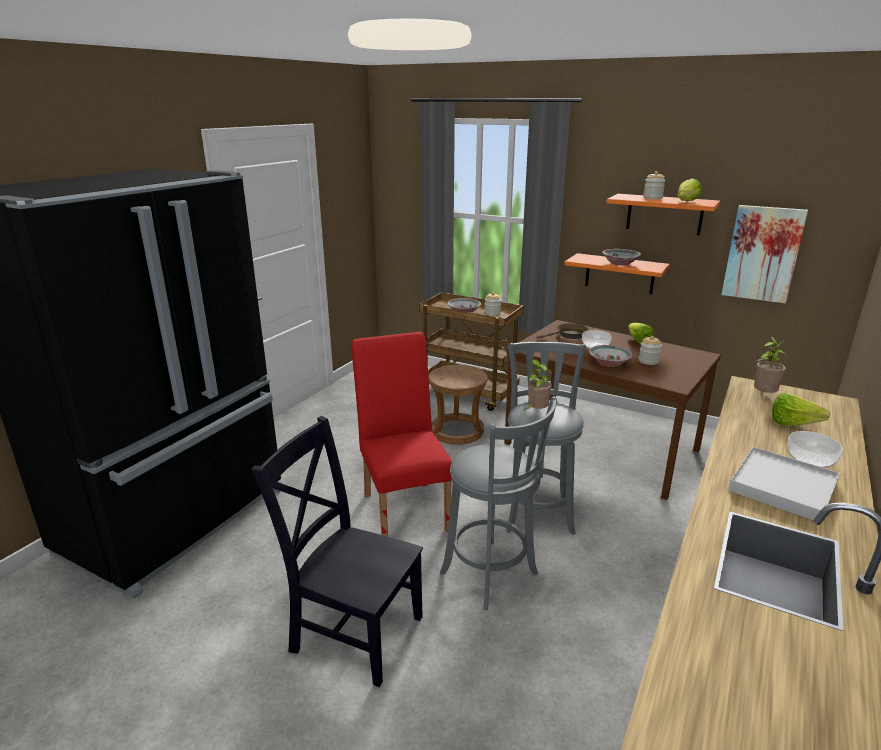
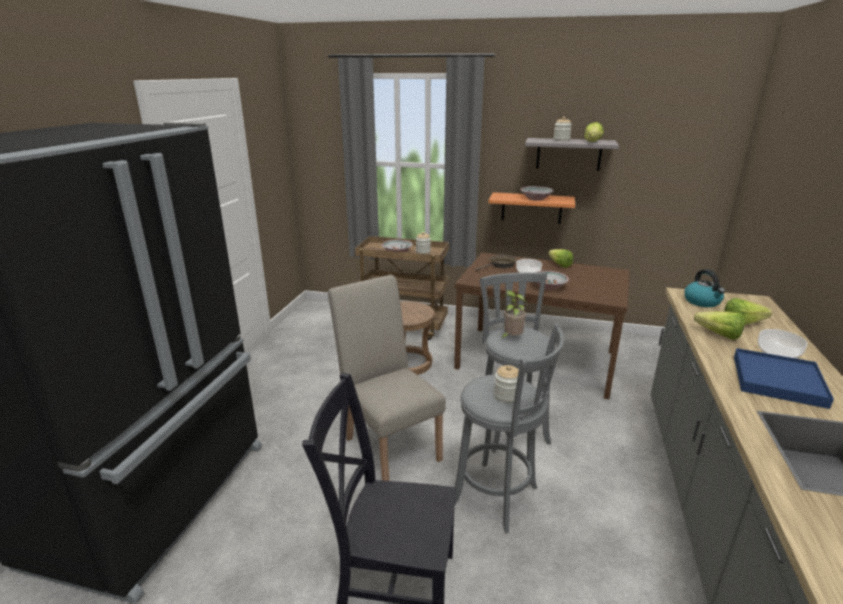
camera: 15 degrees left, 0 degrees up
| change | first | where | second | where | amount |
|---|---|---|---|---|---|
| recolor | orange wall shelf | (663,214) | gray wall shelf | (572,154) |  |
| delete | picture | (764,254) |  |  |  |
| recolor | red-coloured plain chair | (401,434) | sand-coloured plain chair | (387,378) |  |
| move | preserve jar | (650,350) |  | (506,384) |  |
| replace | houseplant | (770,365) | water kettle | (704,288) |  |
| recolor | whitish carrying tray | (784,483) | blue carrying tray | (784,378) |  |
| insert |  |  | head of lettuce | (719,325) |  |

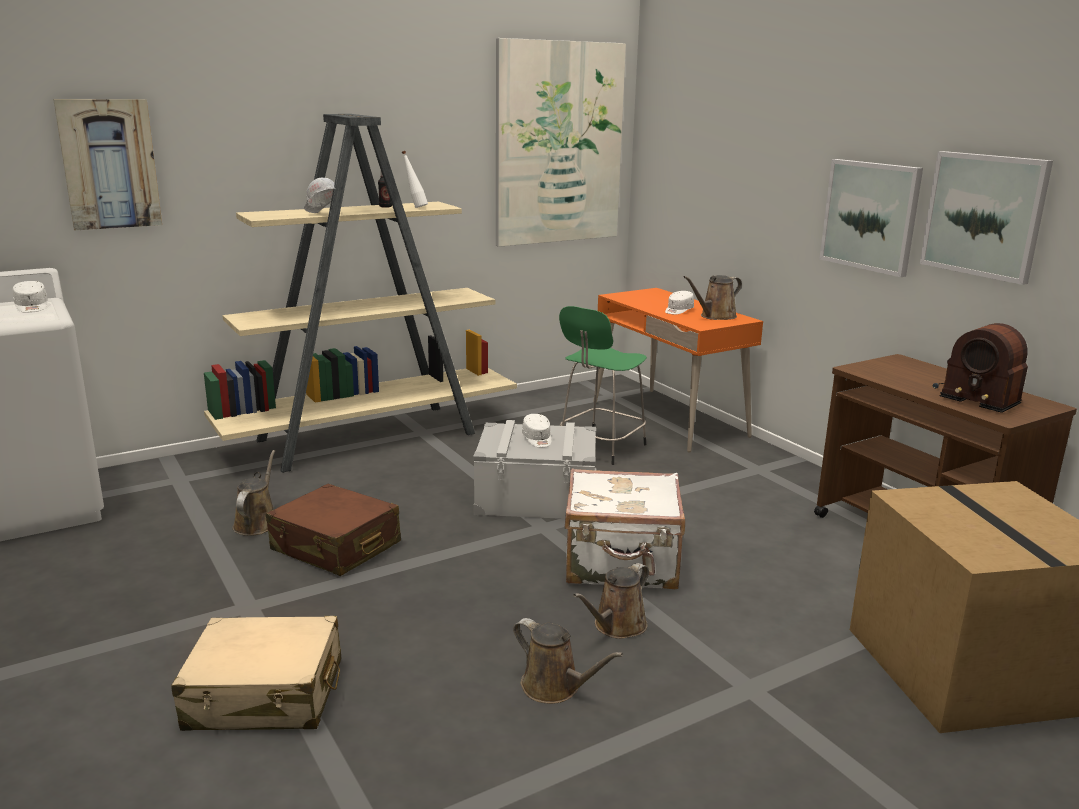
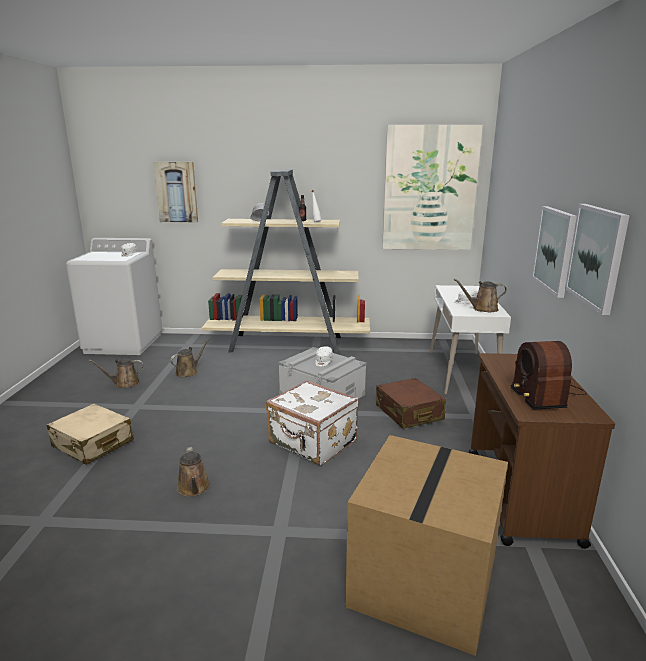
camera: 35 degrees right, 0 degrees up
| change | first | where | second | where | amount |
|---|---|---|---|---|---|
| recolor | orange desk unit | (678,370) | whitish desk unit | (470,340) |  |
| delete | green-coloured stool seat | (603,385) |  |  |  |
| move | brownish suitcase | (333,530) |  | (411,403) |  |
| move | brownish watering pot | (611,601) |  | (116,373) |  |

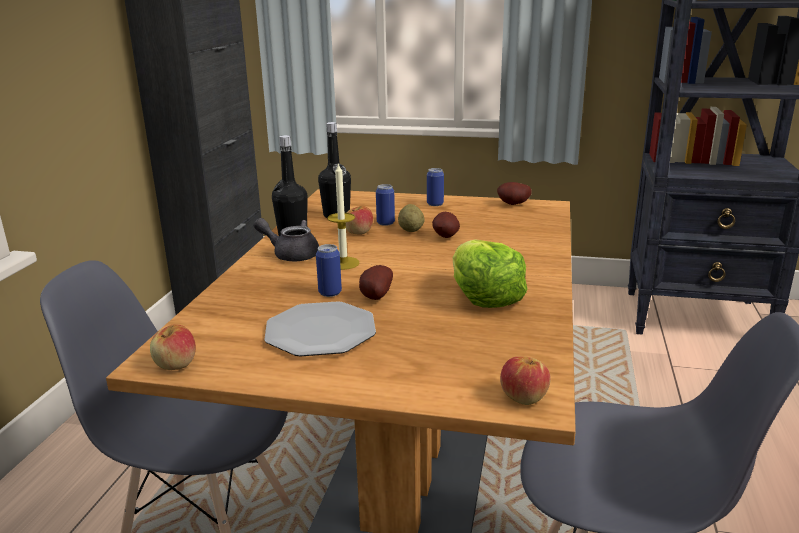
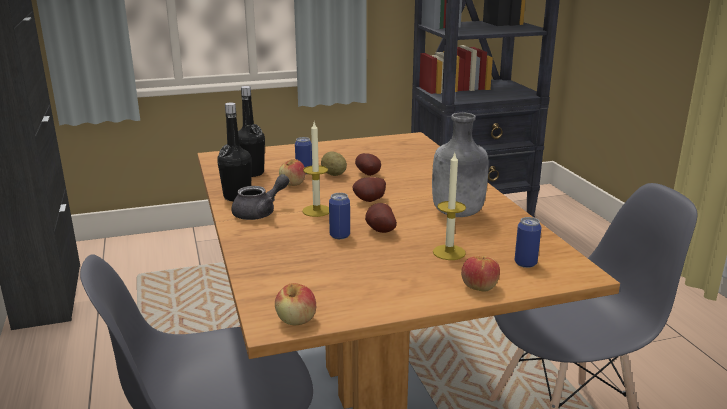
camera: 30 degrees left, 0 degrees up
| change | first | where | second | where | amount |
|---|---|---|---|---|---|
| move | can | (435,187) |  | (527,242) |  |
| move | whole potato | (514,193) |  | (369,189) |  |
| rotate | gray tea pot | (286,239) |  | (260,197) | 150 degrees clockwise |
| replace | head of lettuce | (490,273) | gray drink bottle | (460,164) |  |
| delete | dinner plate | (320,328) |  |  |  |
| move | apple | (525,381) |  | (480,274) |  |
| insert |  |  | candle | (449,205) |  |

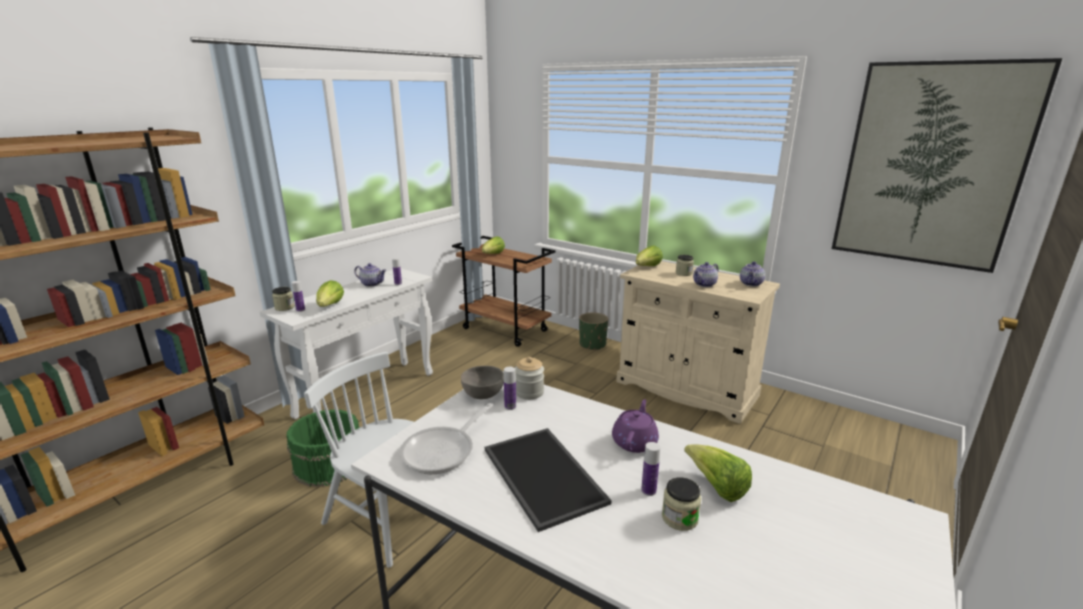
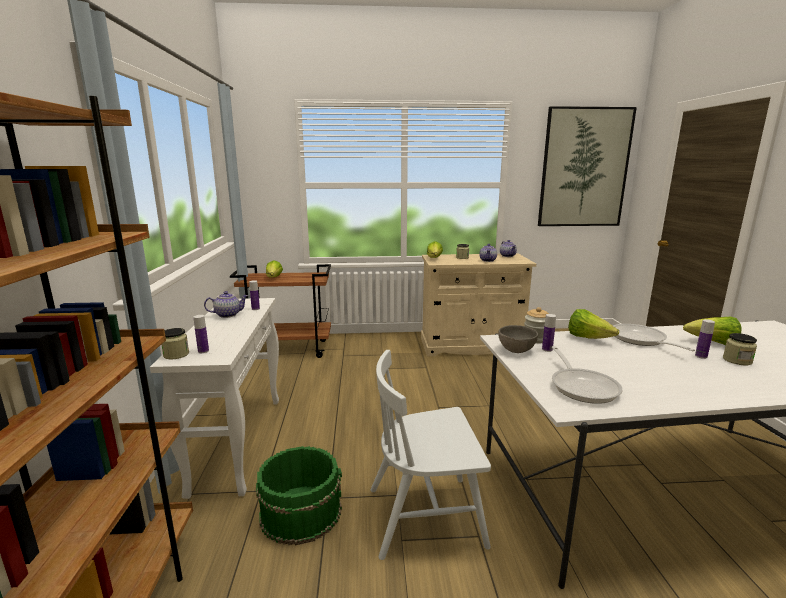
camera: 40 degrees left, 5 degrees down
| change | first | where | second | where | amount |
|---|---|---|---|---|---|
| move | head of lettuce | (330,293) |  | (593,324) |  |
| delete | green-coloured flower pot | (593,331) |  |  |  |
| replace | purplish tea pot | (635,426) | skillet | (654,337) |  |
| delete | carrying tray | (548,480) |  |  |  |

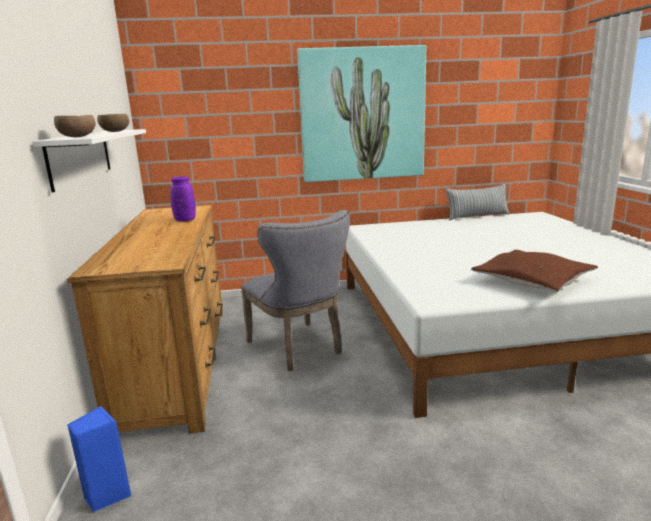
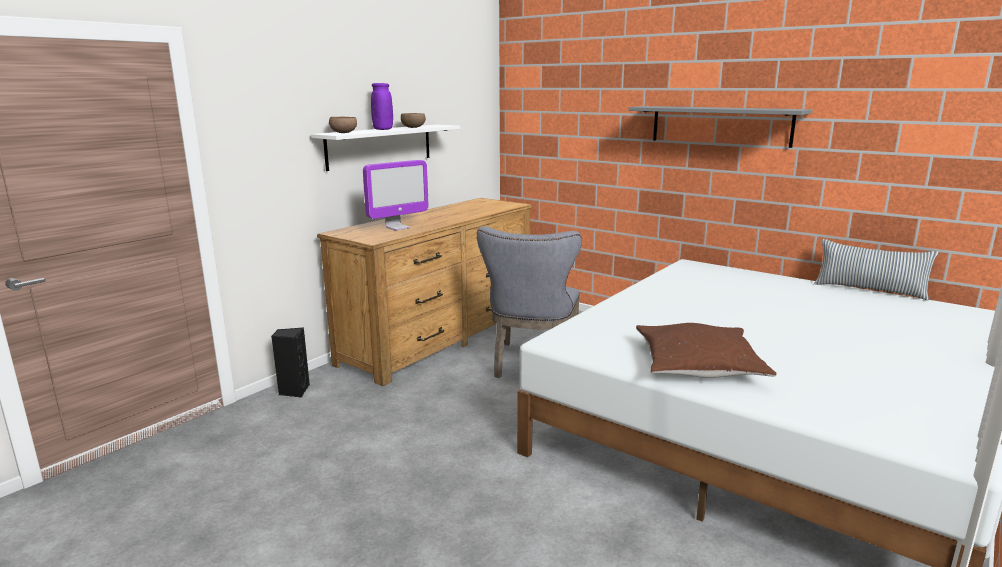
camera: 45 degrees right, 0 degrees up
| change | first | where | second | where | amount |
|---|---|---|---|---|---|
| replace | picture | (361,113) | gray wall shelf | (720,127) |  |
| move | purplish flower vase | (183,198) |  | (382,106) |  |
| recolor | blue audio speaker | (99,459) | black-coloured audio speaker | (290,362) |  |
| insert |  |  | computer screen | (395,195) |  |

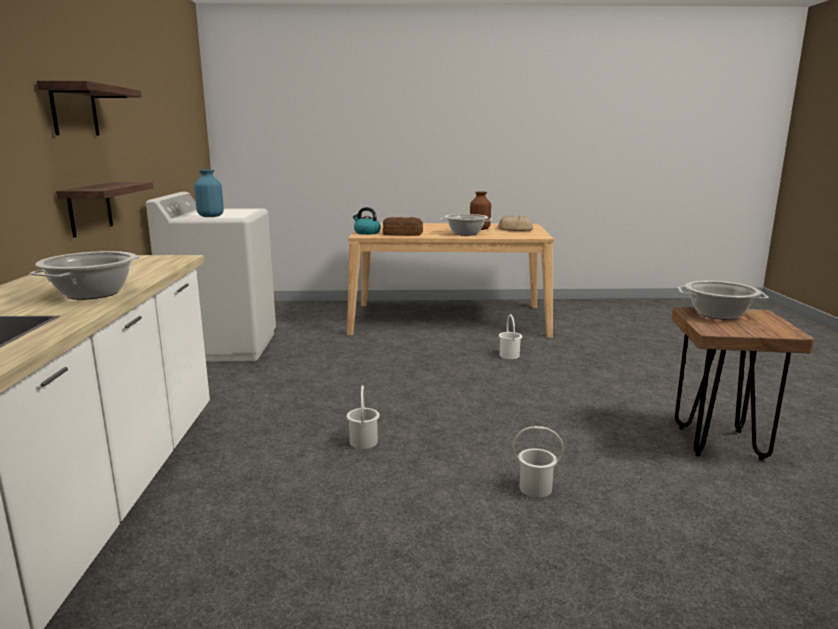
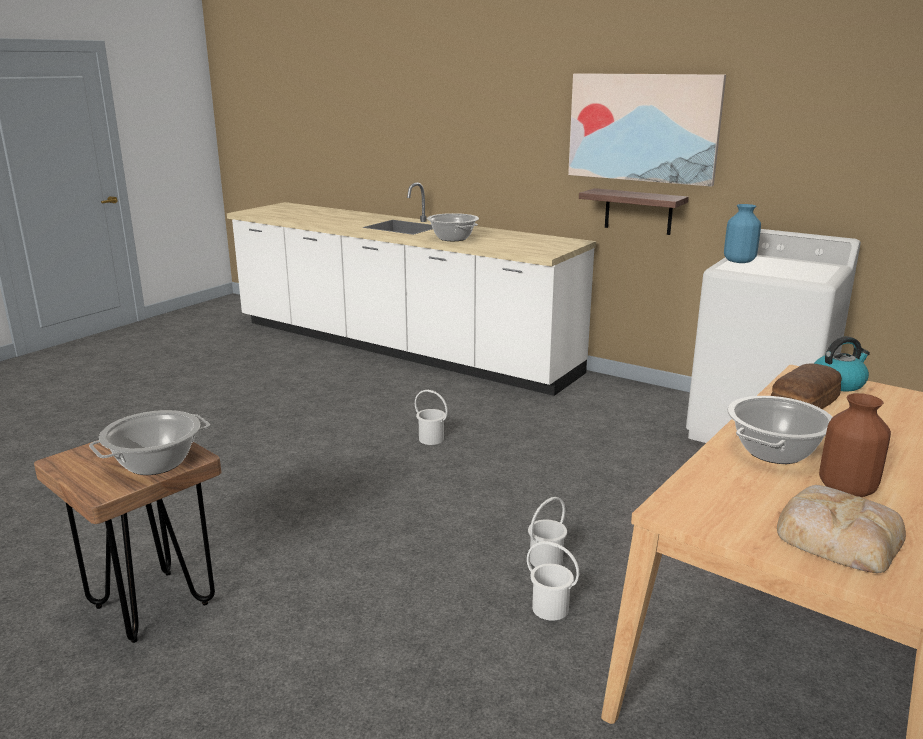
camera: 125 degrees right, 5 degrees up
| change | first | where | second | where | amount |
|---|---|---|---|---|---|
| replace | wall shelf | (89,108) | picture | (647,130) |  |
| move | whitish pail | (538,462) |  | (547,532) |  |

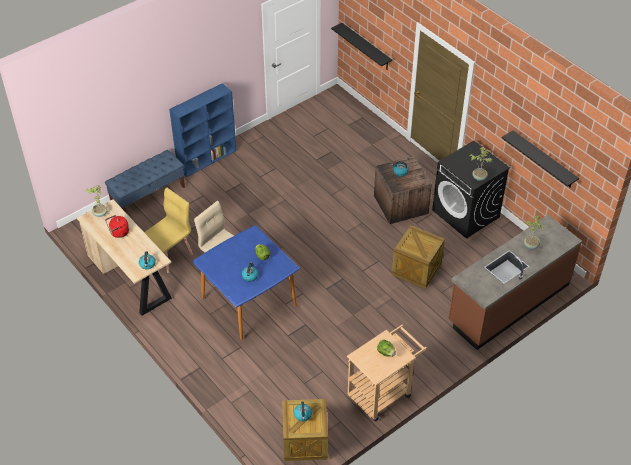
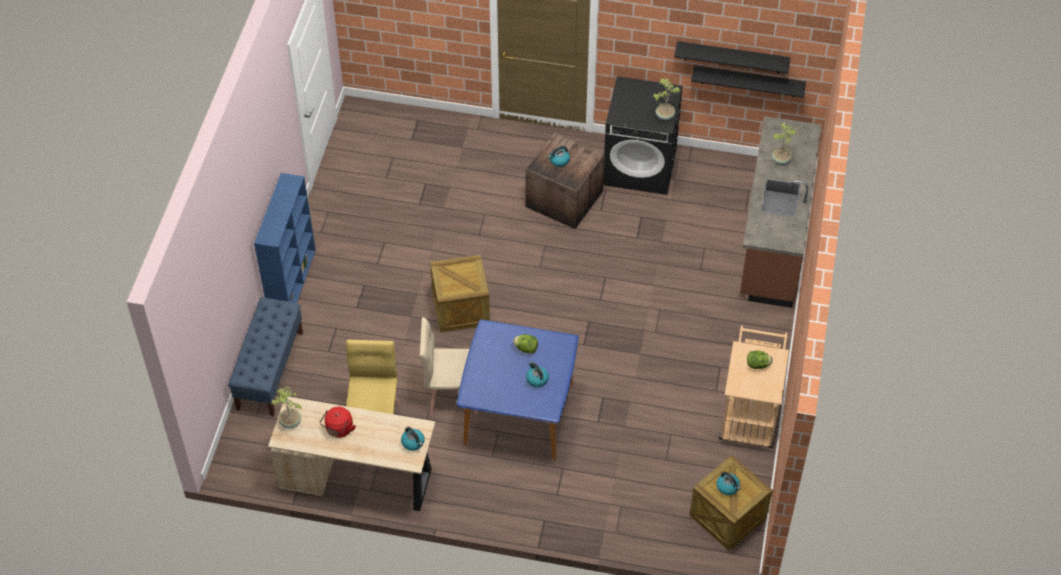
camera: 40 degrees left, 5 degrees up
| change | first | where | second | where | amount |
|---|---|---|---|---|---|
| move | black-coloured wall shelf | (361,46) |  | (748,82) |  |
| move | packing crate | (418,257) |  | (460,294) |  |

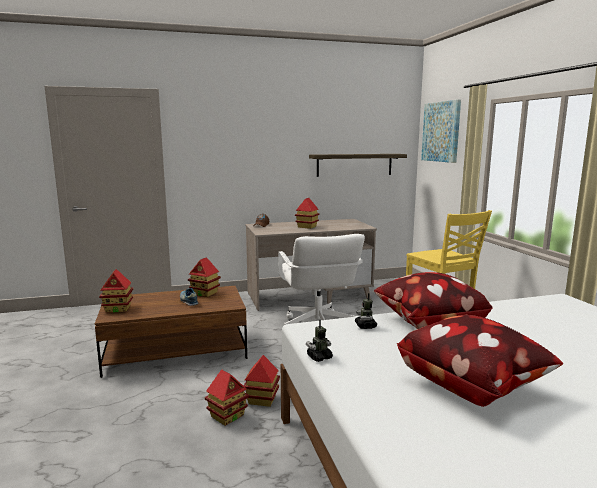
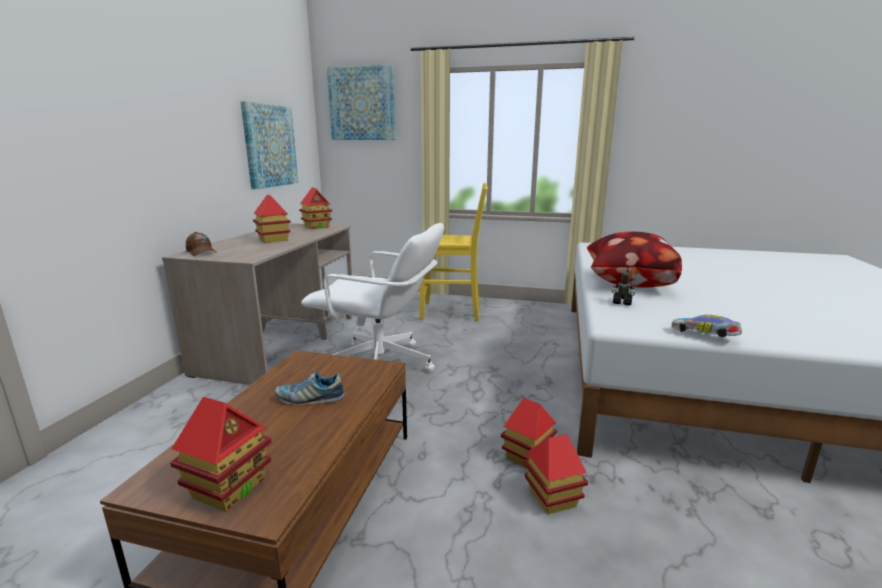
camera: 60 degrees left, 5 degrees up
| change | first | where | second | where | amount |
|---|---|---|---|---|---|
| replace | wall shelf | (358,165) | picture | (269,145) |  |
| move | toy house | (204,277) |  | (315,208) |  |
| delete | throw pillow | (480,361) |  |  |  |
| replace | toy robot | (319,341) | miniature car | (707,326) |  |

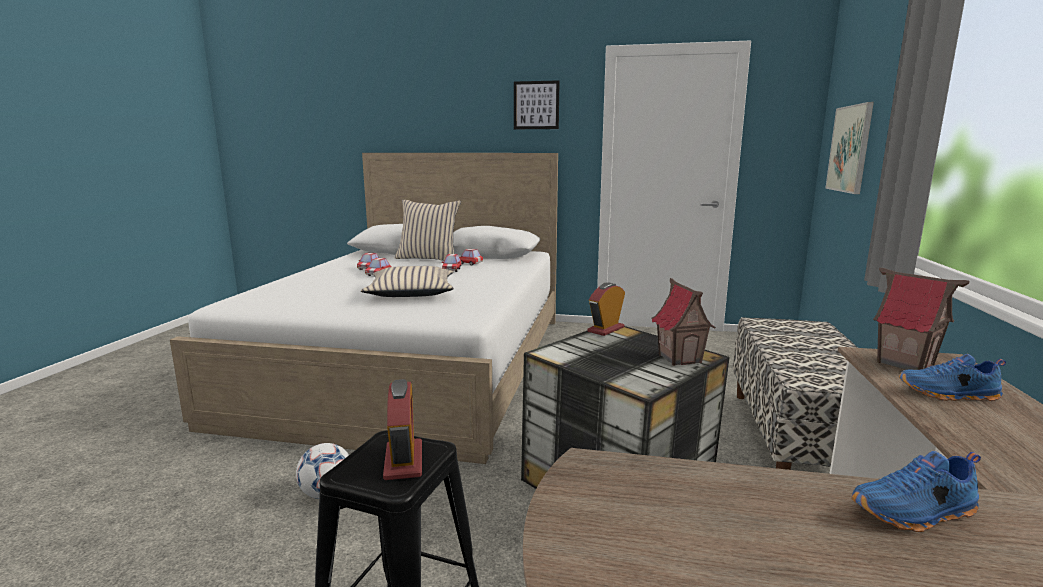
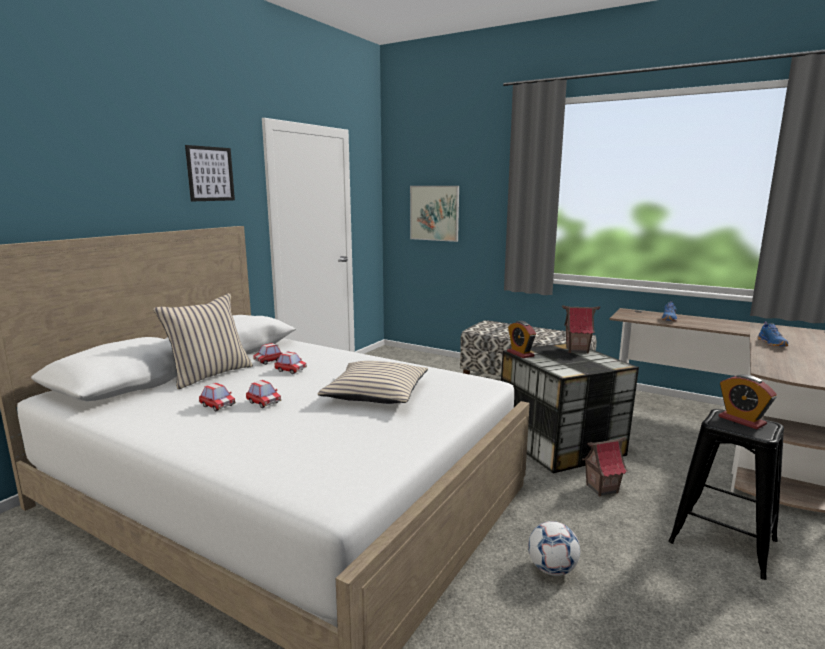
camera: 70 degrees left, 0 degrees up
| change | first | where | second | where | amount |
|---|---|---|---|---|---|
| move | toy house | (921,319) |  | (605,467) |  |
| rotate | bedside clock | (402,429) |  | (748,401) | 135 degrees counterclockwise |

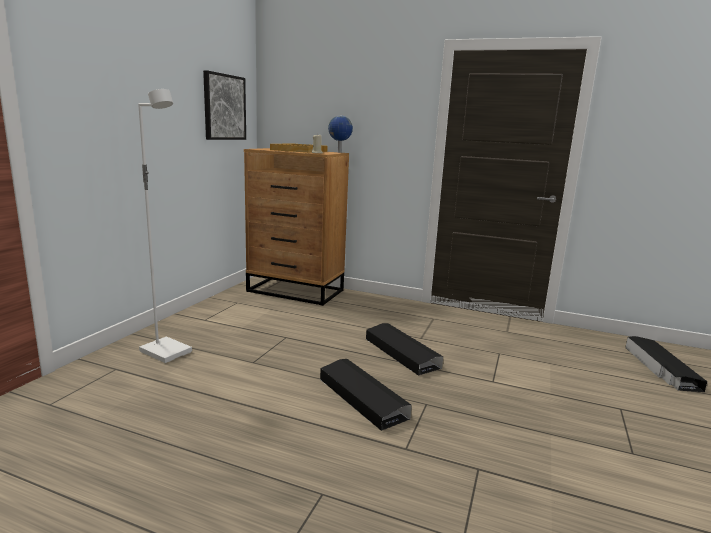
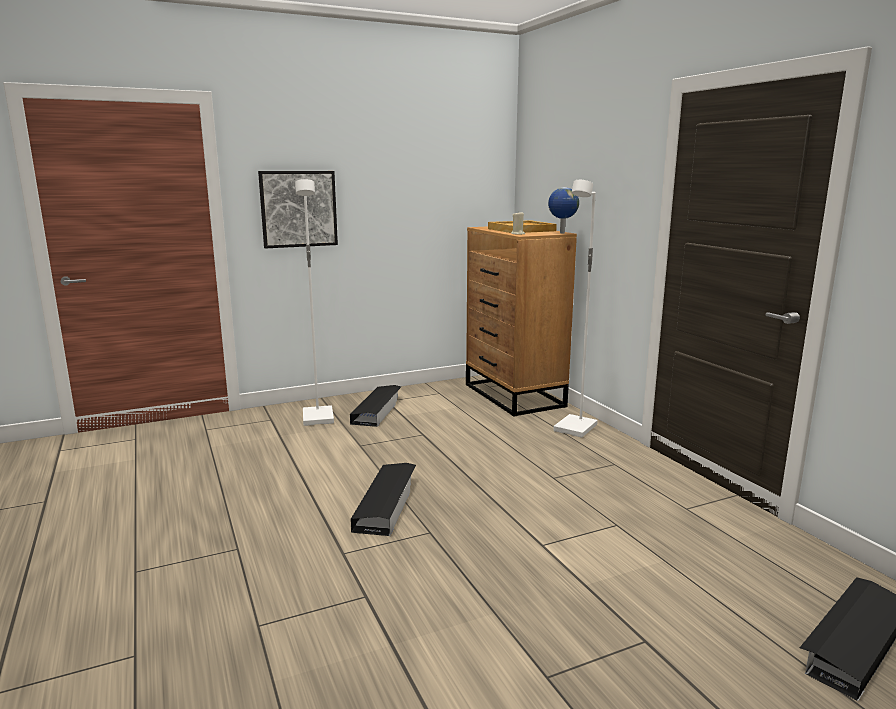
camera: 45 degrees right, 0 degrees up
| change | first | where | second | where | amount |
|---|---|---|---|---|---|
| move | picture | (224,105) |  | (298,209) |  |
| move | black-coloured storage bin | (404,349) |  | (375,406) |  |
| insert |  |  | whitish standing lamp | (575,309) |  |

